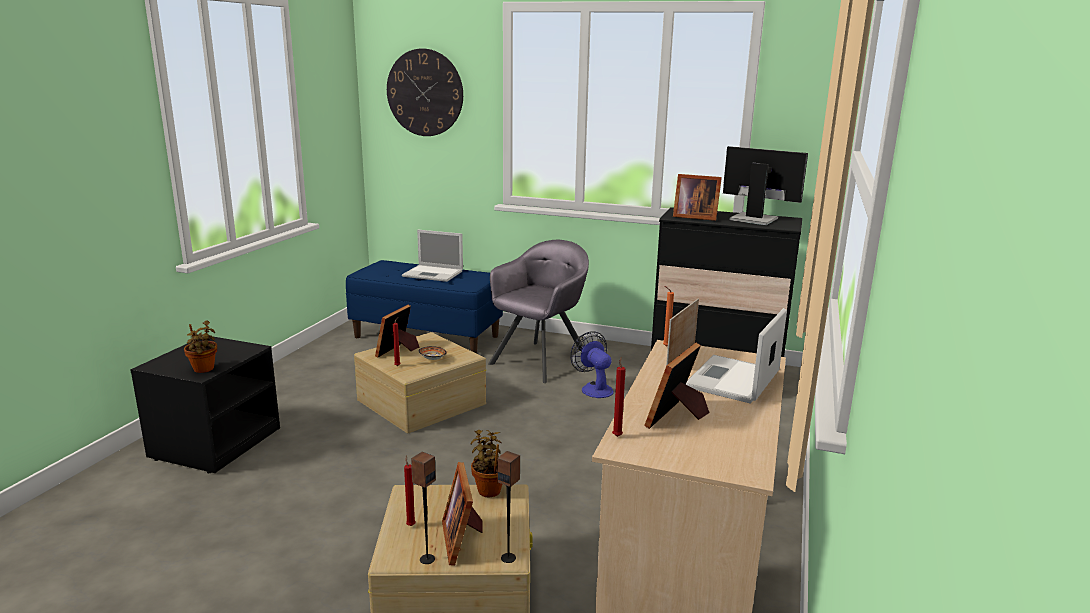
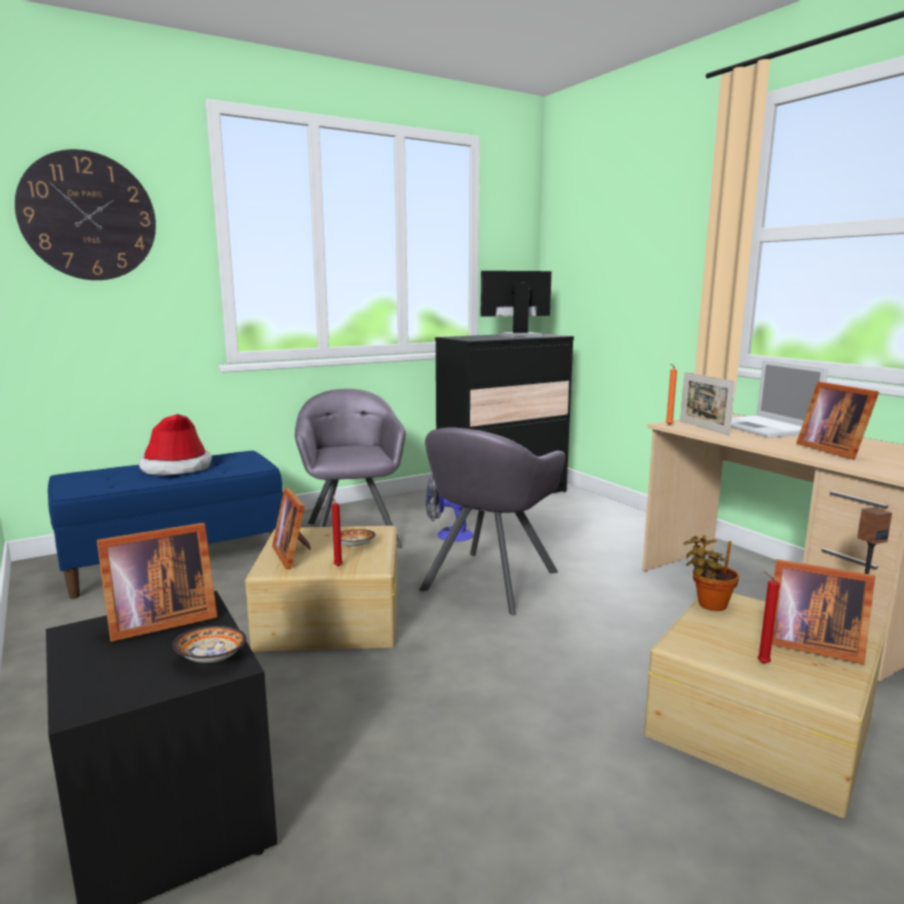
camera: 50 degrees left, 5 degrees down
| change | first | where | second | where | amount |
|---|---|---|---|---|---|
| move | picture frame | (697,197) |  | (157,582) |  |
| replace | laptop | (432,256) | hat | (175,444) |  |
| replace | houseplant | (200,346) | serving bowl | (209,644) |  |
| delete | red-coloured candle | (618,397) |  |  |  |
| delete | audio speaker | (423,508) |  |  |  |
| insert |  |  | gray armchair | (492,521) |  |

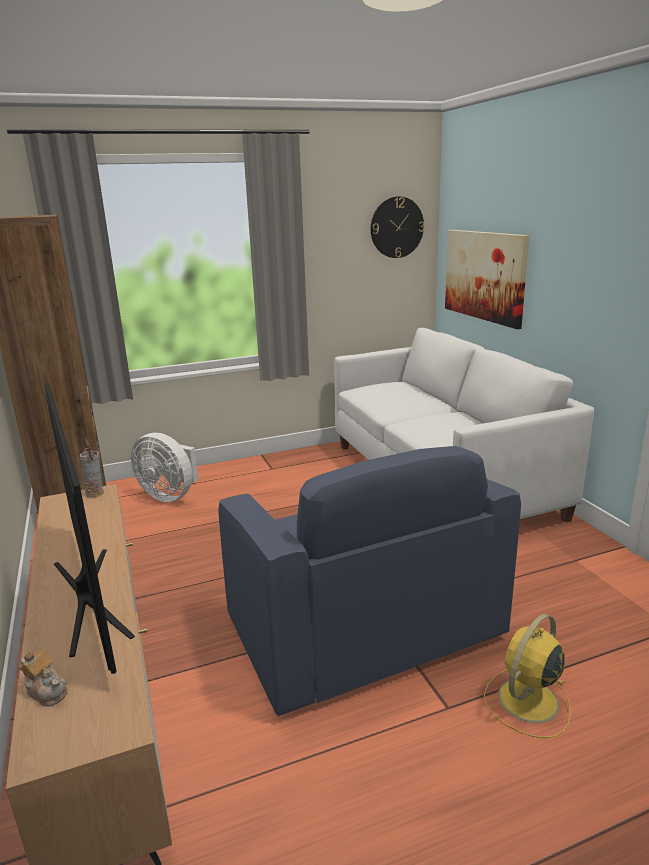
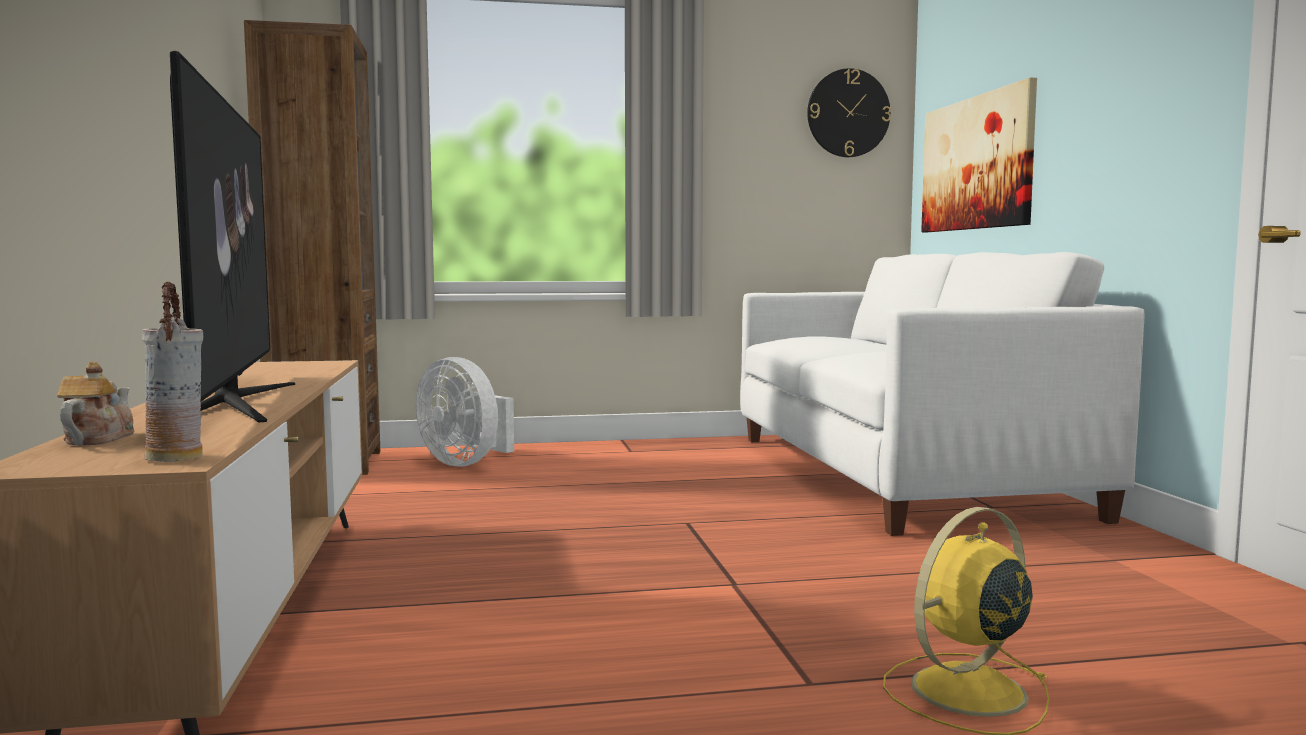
camera: 10 degrees right, 15 degrees down
| change | first | where | second | where | amount |
|---|---|---|---|---|---|
| move | flower vase | (92,467) |  | (172,372) |  |
| delete | blue armchair | (369,581) |  |  |  |
| rotate | tea pot | (43,678) |  | (95,403) | 135 degrees counterclockwise |

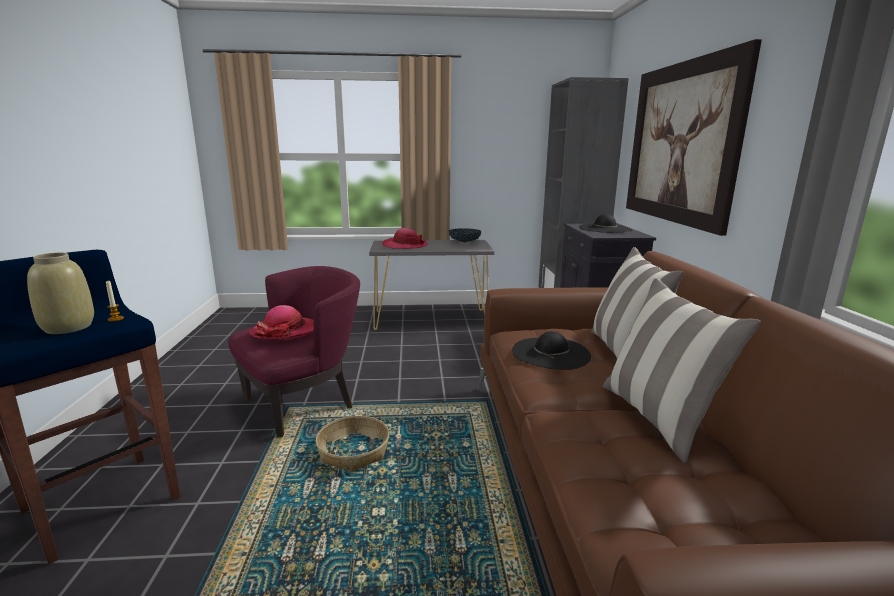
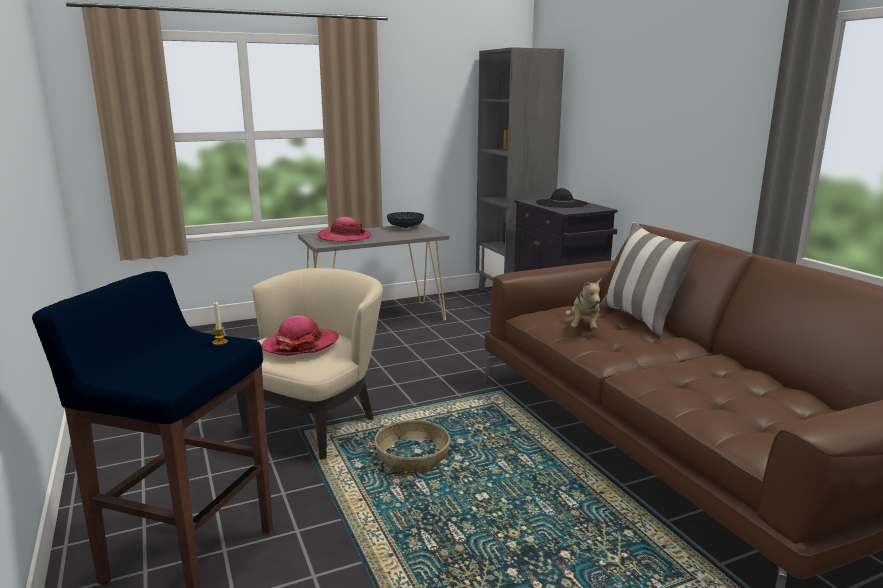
camera: 20 degrees left, 0 degrees up
| change | first | where | second | where | amount |
|---|---|---|---|---|---|
| delete | picture | (694,137) |  |  |  |
| delete | sand-coloured flower vase | (60,293) |  |  |  |
| recolor | purplish armchair | (294,351) | sand-coloured armchair | (310,364) |  |
| delete | throw pillow | (682,370) |  |  |  |
| replace | black-coloured hat | (551,350) | cuddly toy | (584,304) |  |

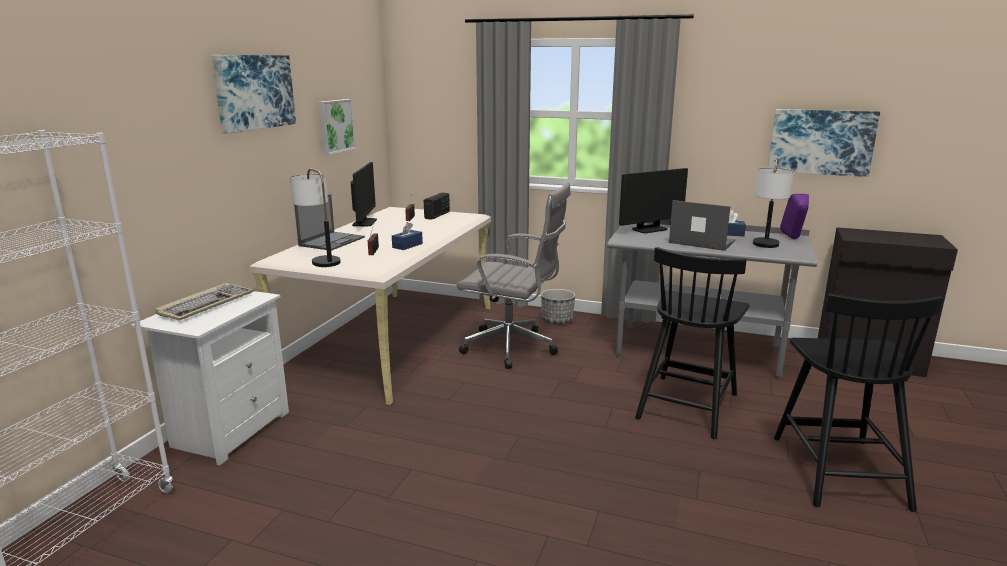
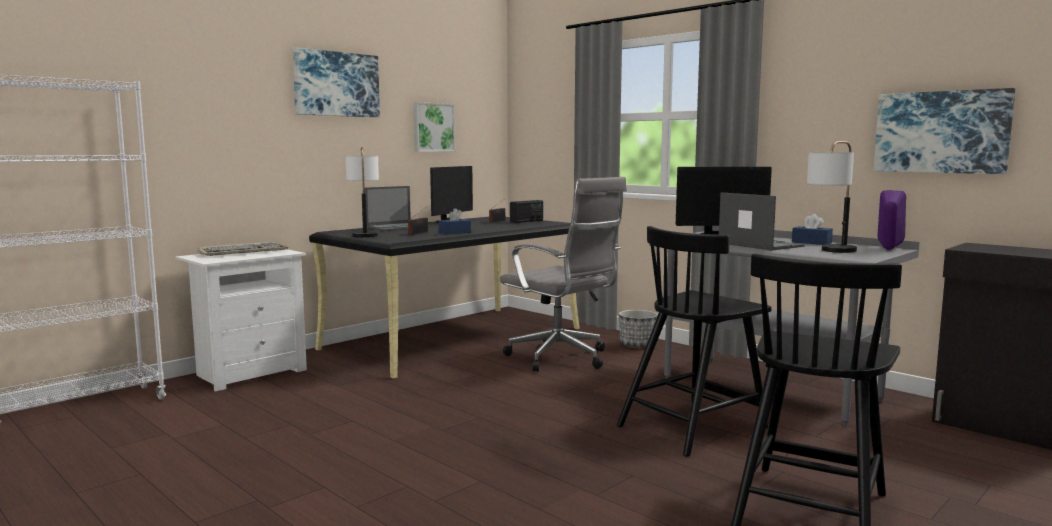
camera: 25 degrees right, 10 degrees down
| change | first | where | second | where | amount |
|---|---|---|---|---|---|
| recolor | sand-coloured desk unit | (370,306) | black-coloured desk unit | (444,298) |  |

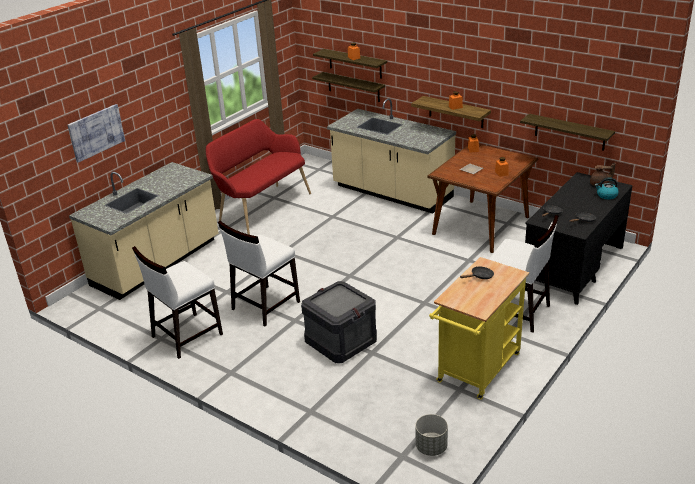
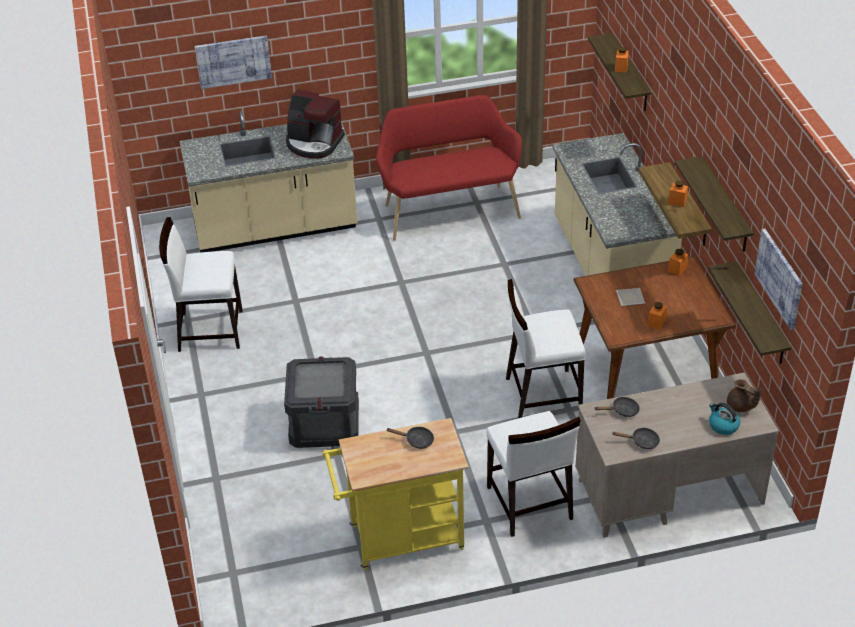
camera: 40 degrees right, 10 degrees up
| change | first | where | second | where | amount |
|---|---|---|---|---|---|
| move | wall shelf | (348,87) |  | (714,204) |  |
| recolor | black-coloured desk unit | (579,238) | sand-coloured desk unit | (677,455) |  |
| move | whitish plain chair | (259,273) |  | (546,348) |  |
| delete | gray flower pot | (431,435) |  |  |  |
| insert |  |  | coffee machine | (315,124) |  |
| insert |  |  | picture | (779,279) |  |

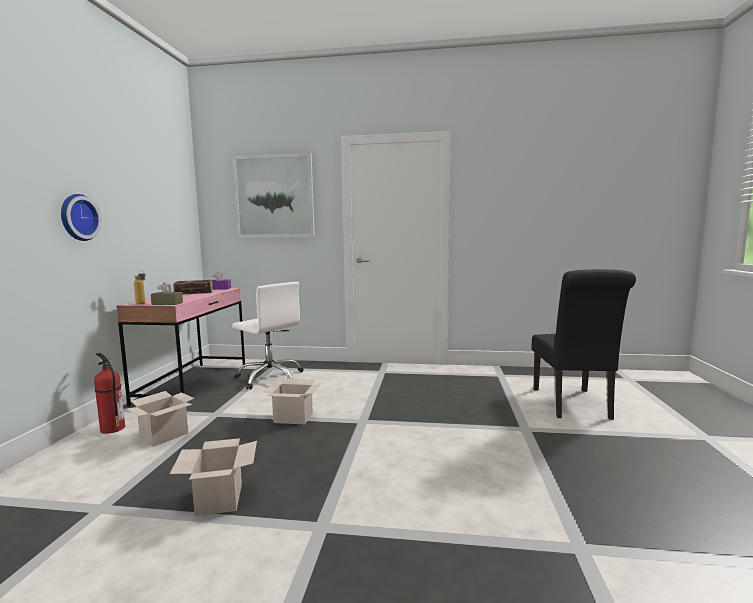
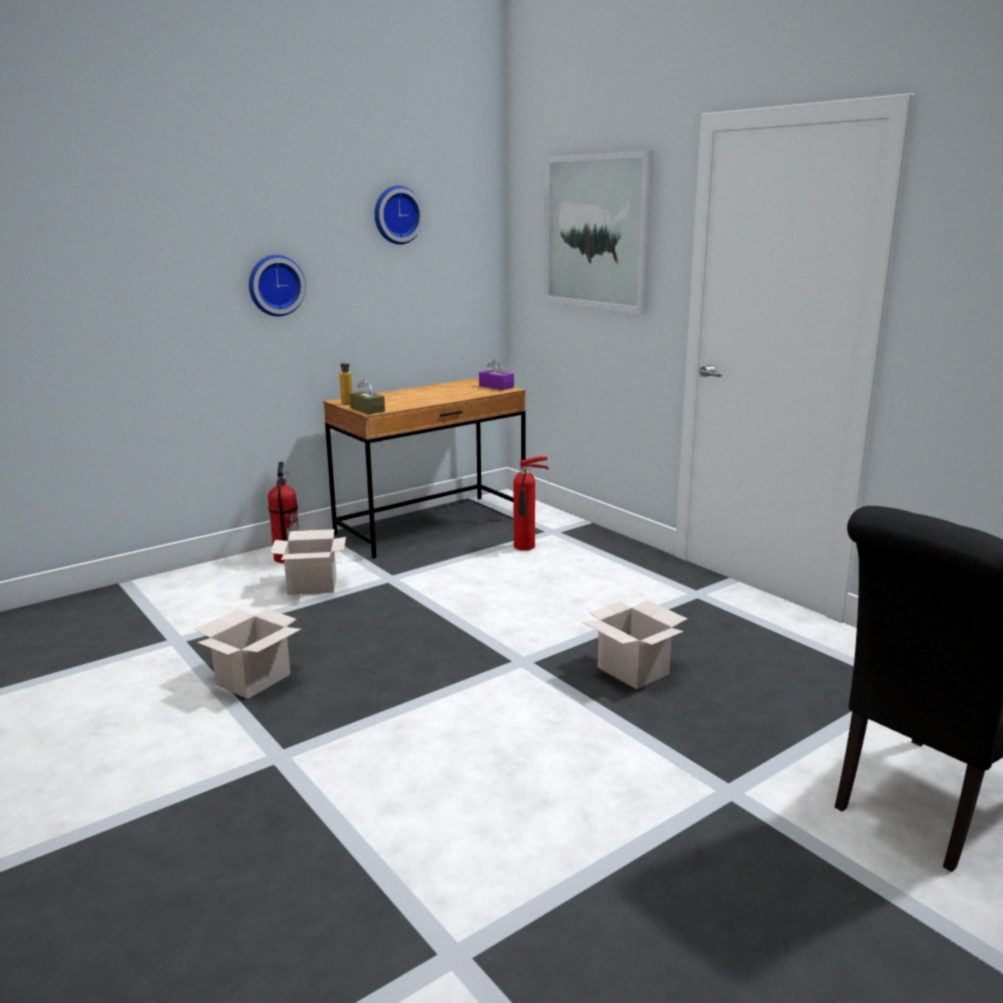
camera: 45 degrees right, 10 degrees up
| change | first | where | second | where | amount |
|---|---|---|---|---|---|
| delete | volume | (193,287) |  |  |  |
| replace | whitish computer chair | (268,336) | fire extinguisher | (531,503) |  |
| recolor | pink desk unit | (180,347) | brownish desk unit | (424,468) |  |
| move | carton | (291,401) |  | (635,644) |  |
| insert |  |  | hanging clock | (399,215) |  |

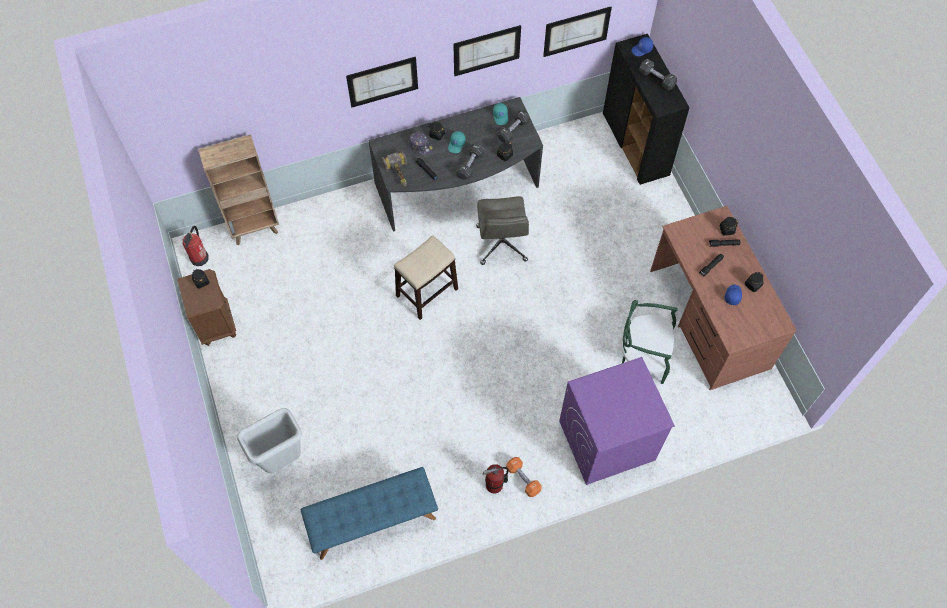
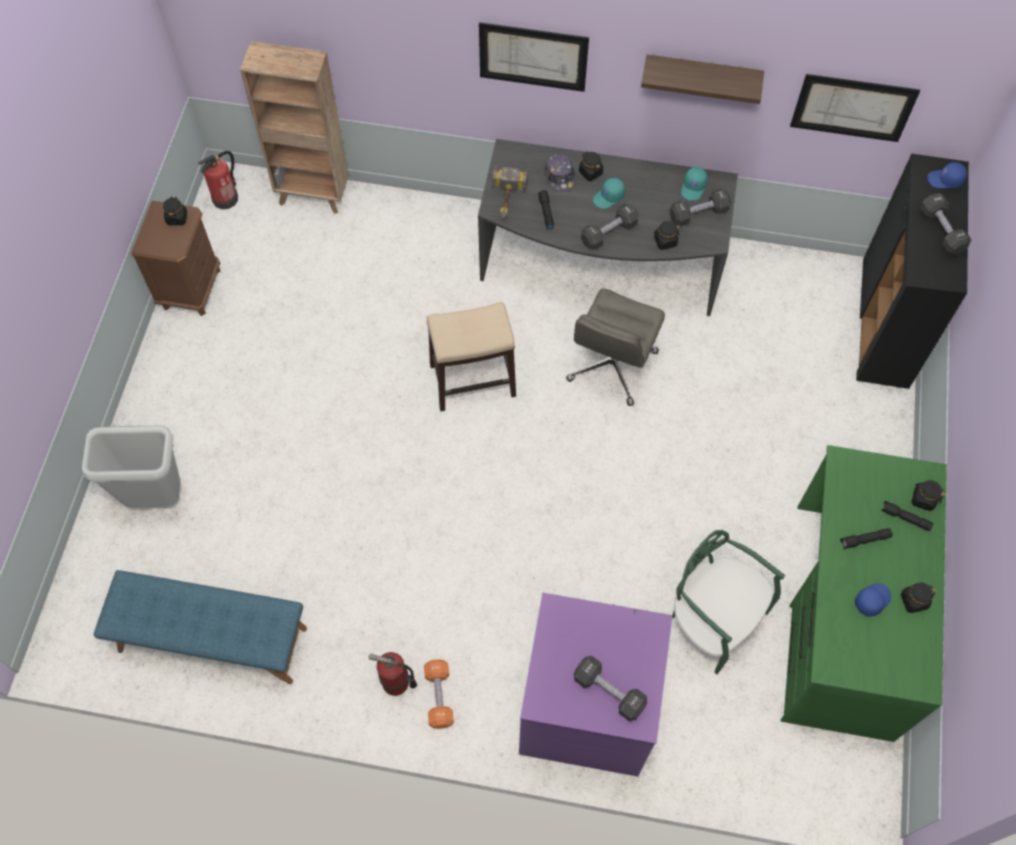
camera: 30 degrees right, 0 degrees up
| change | first | where | second | where | amount |
|---|---|---|---|---|---|
| replace | picture | (487,50) | wall shelf | (702,79) |  |
| recolor | brownish desk unit | (723,298) | green-coloured desk unit | (864,593) |  |
| insert |  |  | black-coloured dumbbell | (610,688) |  |

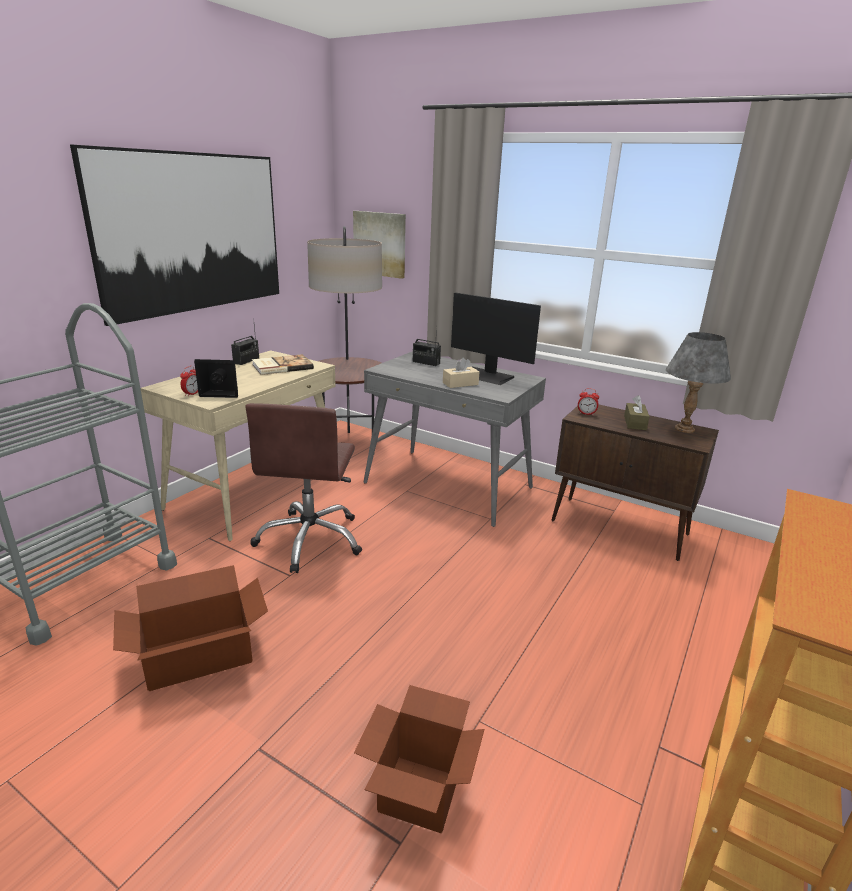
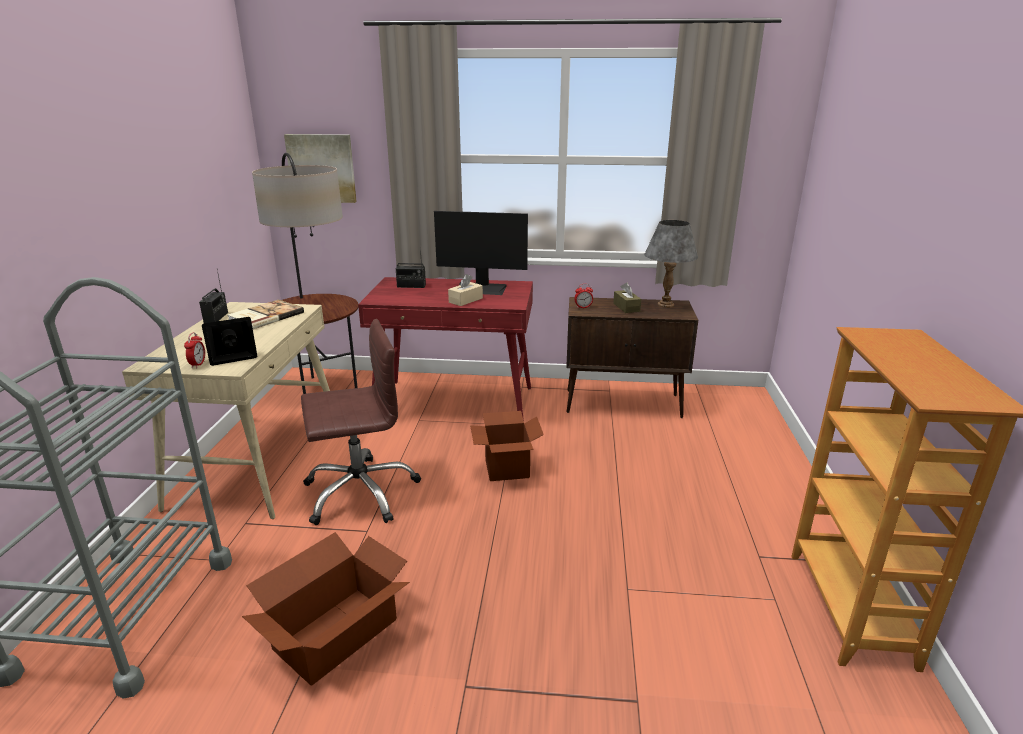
camera: 25 degrees left, 0 degrees up
| change | first | where | second | where | amount |
|---|---|---|---|---|---|
| delete | picture | (174,235) |  |  |  |
| recolor | gray desk unit | (455,439) | red-coloured desk unit | (445,349) |  |
| rotate | brownish computer chair | (303,488) |  | (361,422) | 90 degrees counterclockwise |
| move | carton | (419,759) |  | (507,446) |  |

